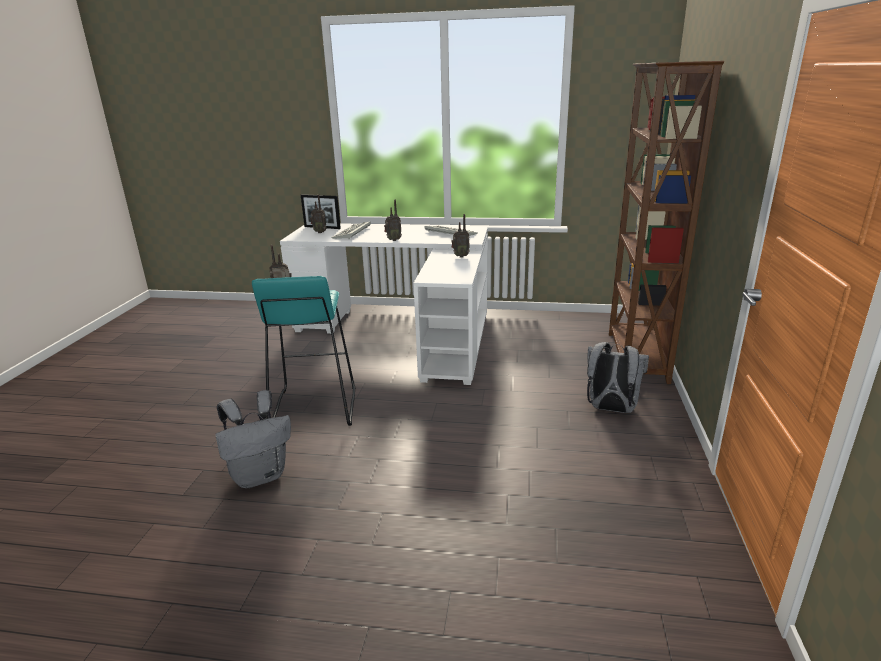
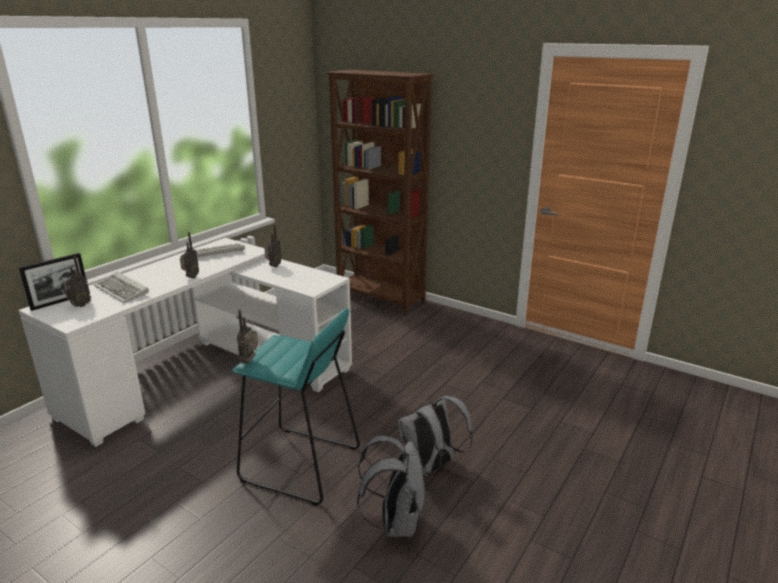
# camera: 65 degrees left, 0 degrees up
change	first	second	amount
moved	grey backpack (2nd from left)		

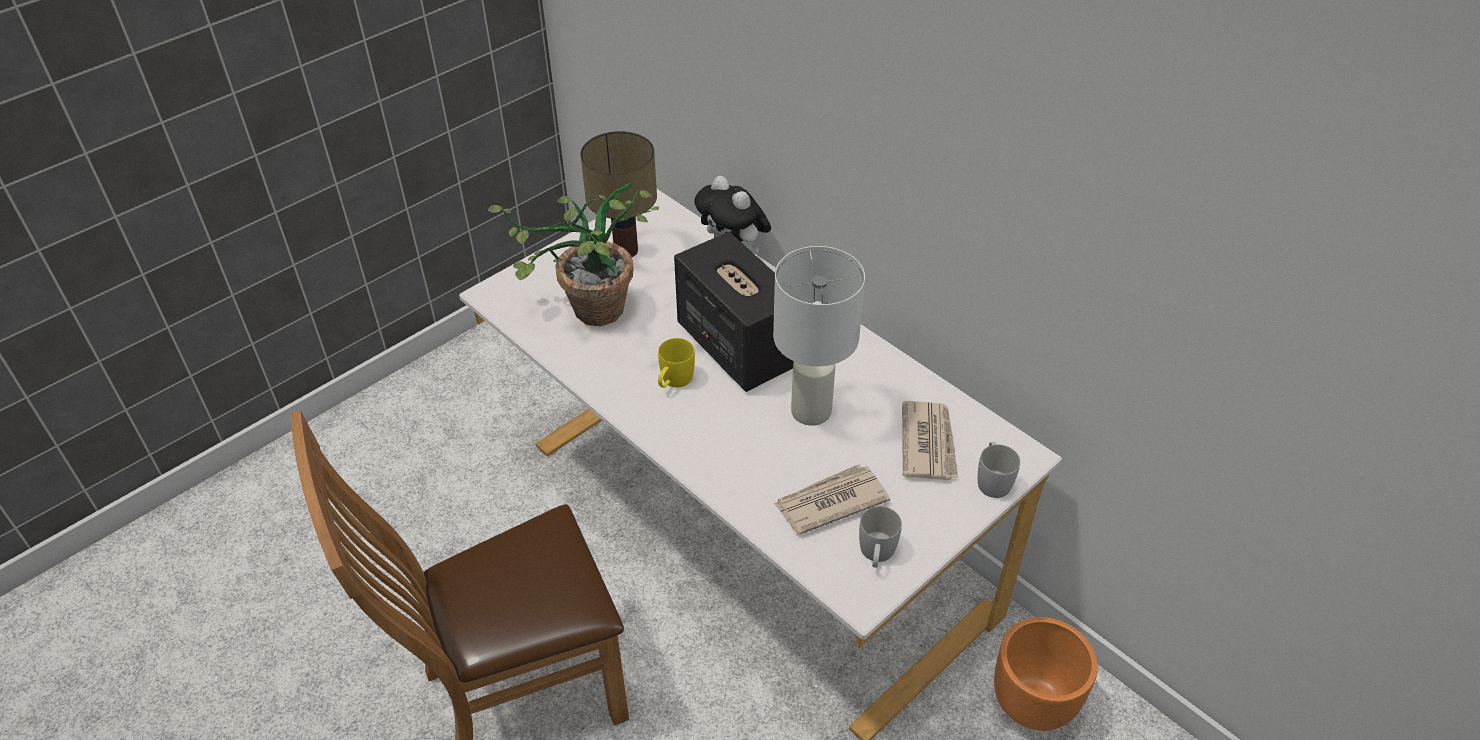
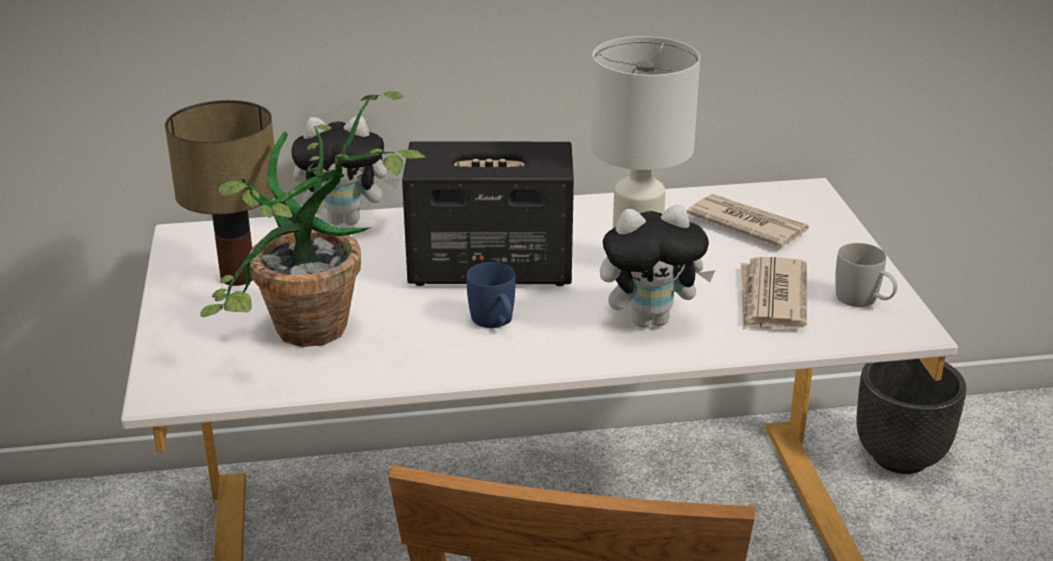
# camera: 55 degrees left, 15 degrees down
change	first	second	amount
recoloured	yellow mug	blue mug	
added		plush toy (2nd from left)	
recoloured	orange planter	black planter	
removed	white mug (2nd from left)		

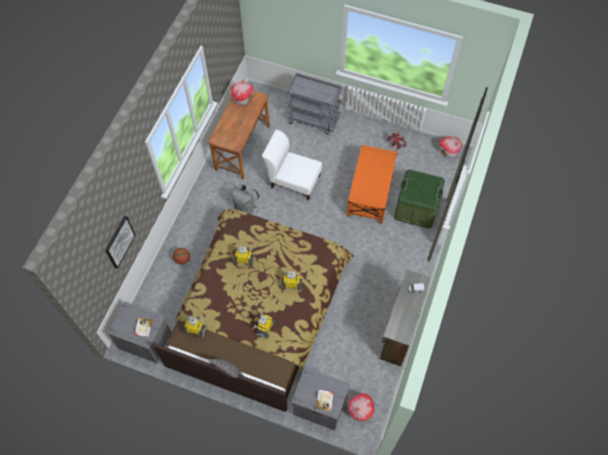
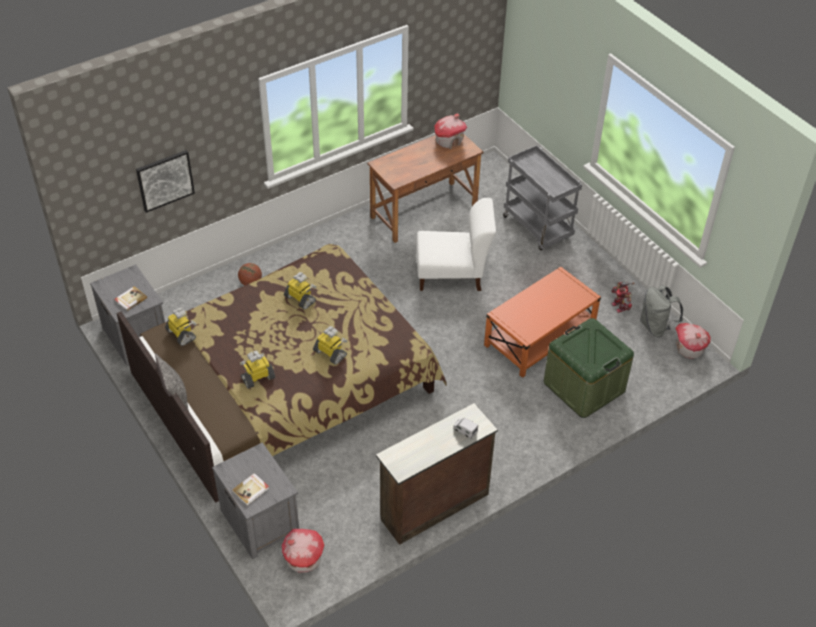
# camera: 35 degrees right, 15 degrees down
change	first	second	amount
turned	white chair		120 degrees clockwise
moved	grey backpack		

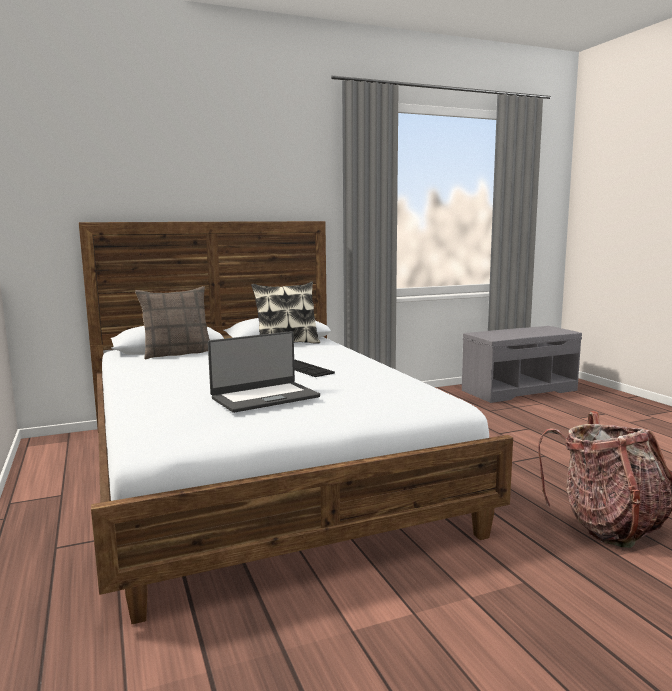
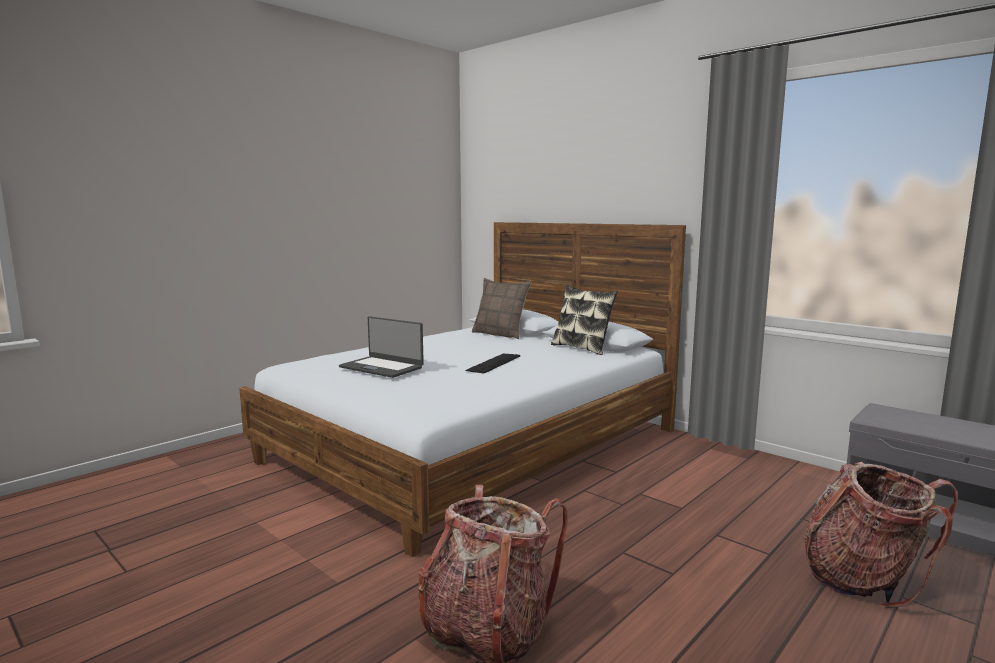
# camera: 65 degrees right, 0 degrees up
change	first	second	amount
added		backpack (2nd from left)	

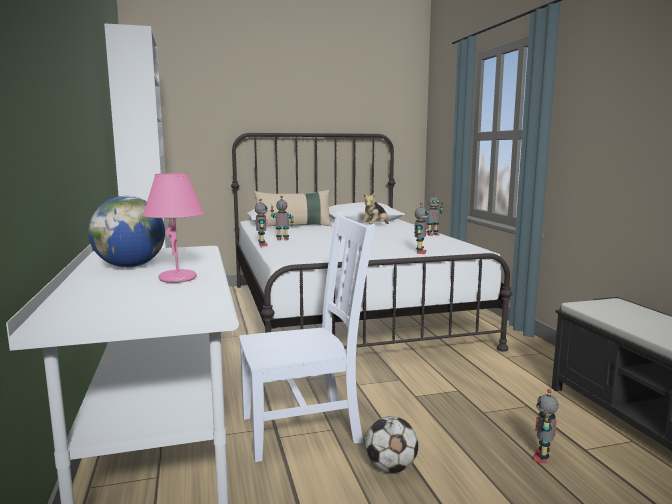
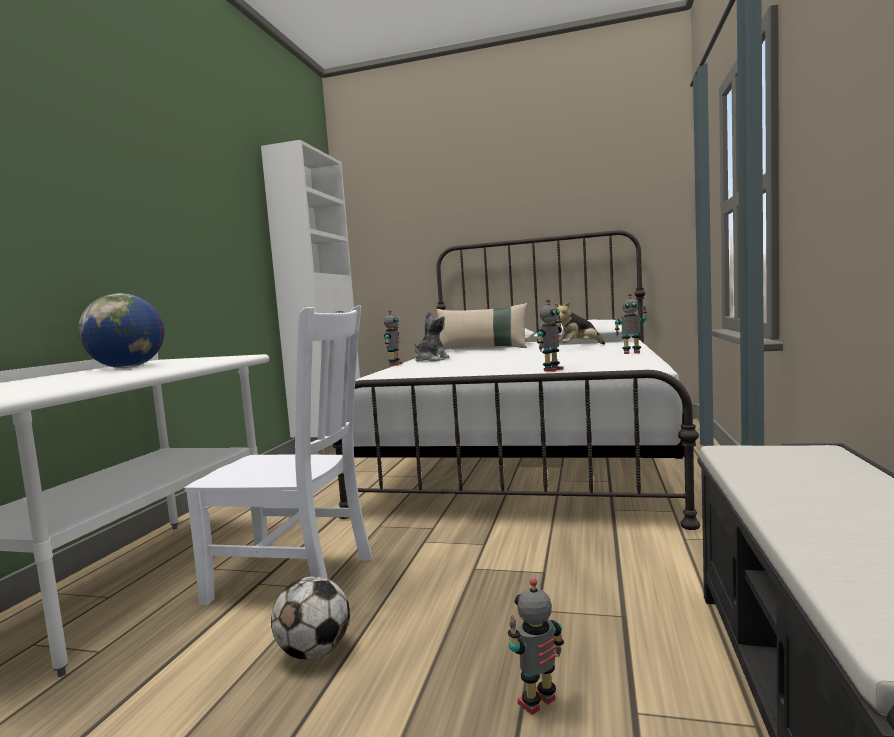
# camera: 30 degrees right, 5 degrees down
change	first	second	amount
replaced	toy robot (2nd from left)	plush toy (1st from left)	
removed	pink table lamp		

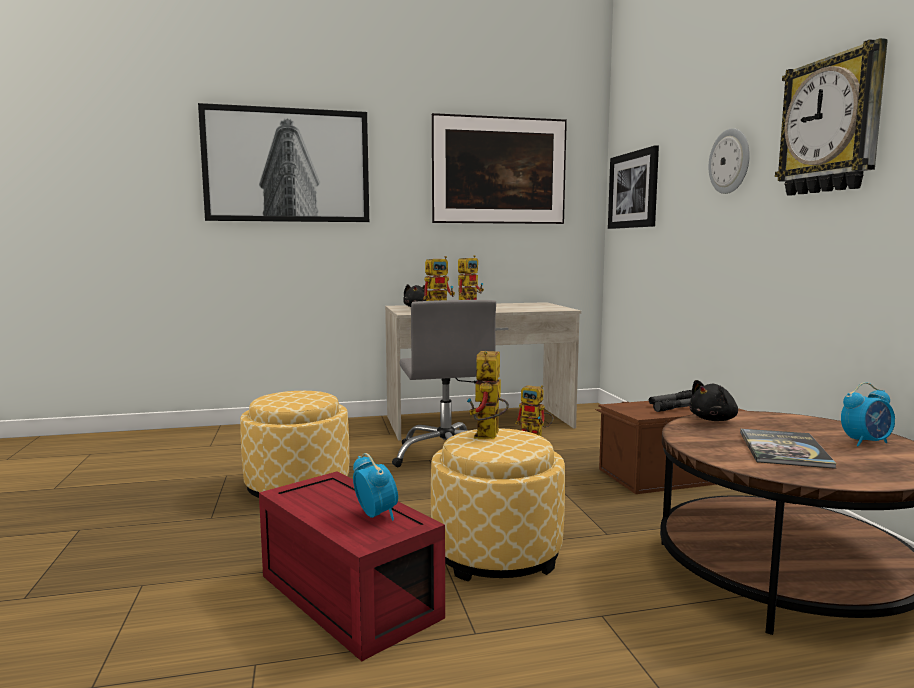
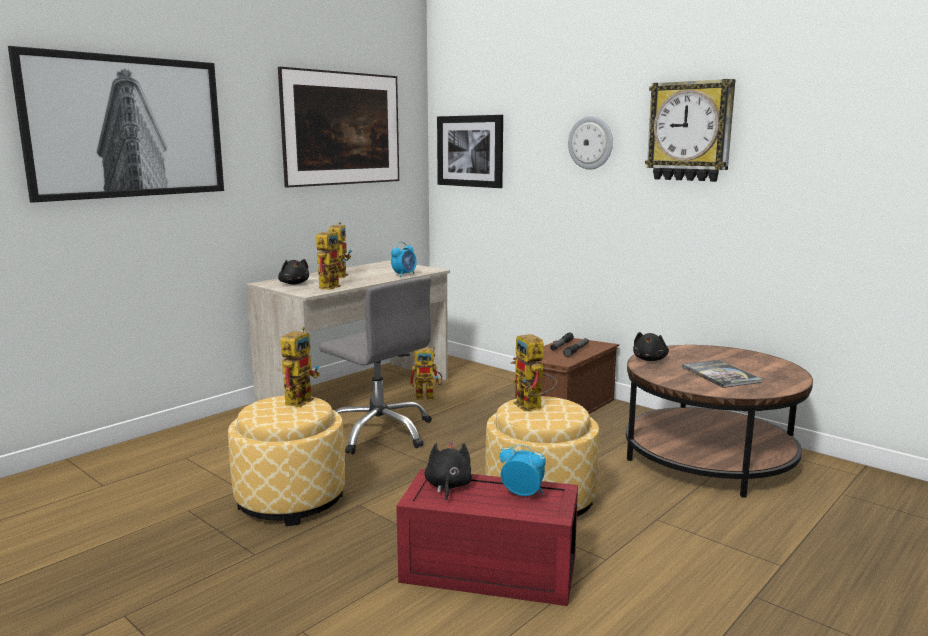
# camera: 35 degrees left, 5 degrees up
change	first	second	amount
added		toy robot (1st from left)	
moved	alarm clock (2nd from left in the first image)	alarm clock (1st from left)	
added		black plush toy (2nd from left)	

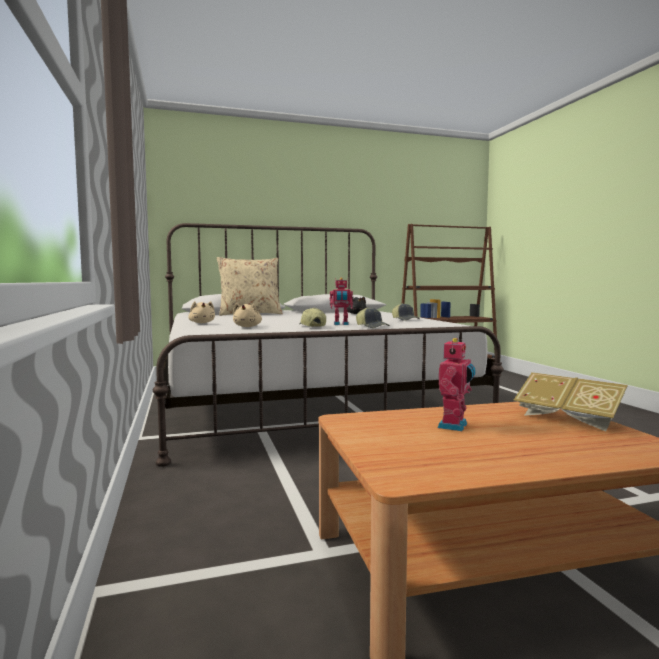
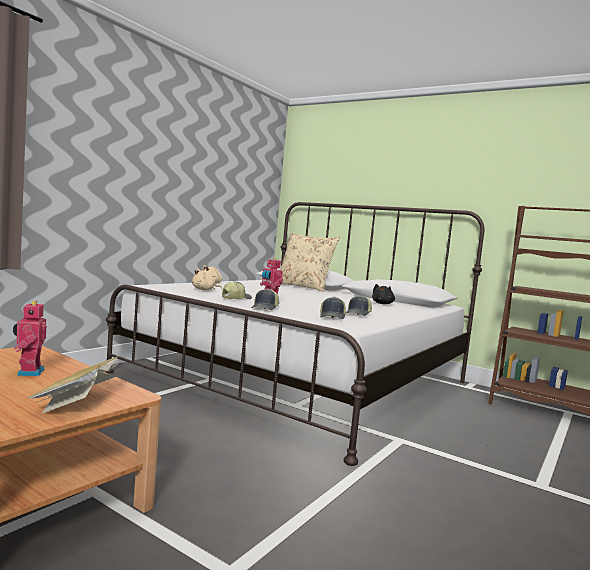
# camera: 50 degrees right, 0 degrees up
change	first	second	amount
turned	toy robot (2nd from left in the first image)	toy robot (1st from left)	90 degrees clockwise
added		cap (3rd from left)	

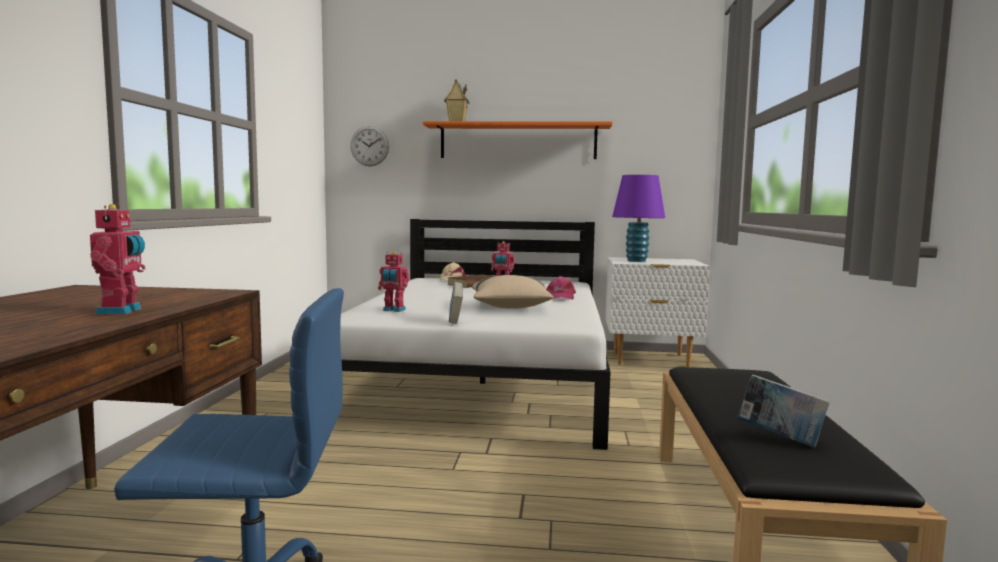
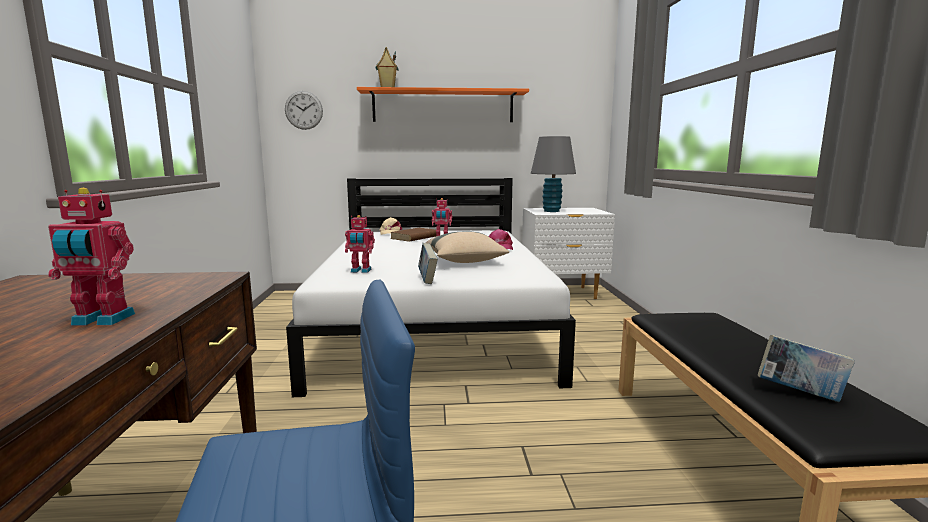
# camera: 10 degrees left, 5 degrees up
change	first	second	amount
turned	toy robot (1st from left)		105 degrees clockwise
recoloured	purple table lamp	grey table lamp	

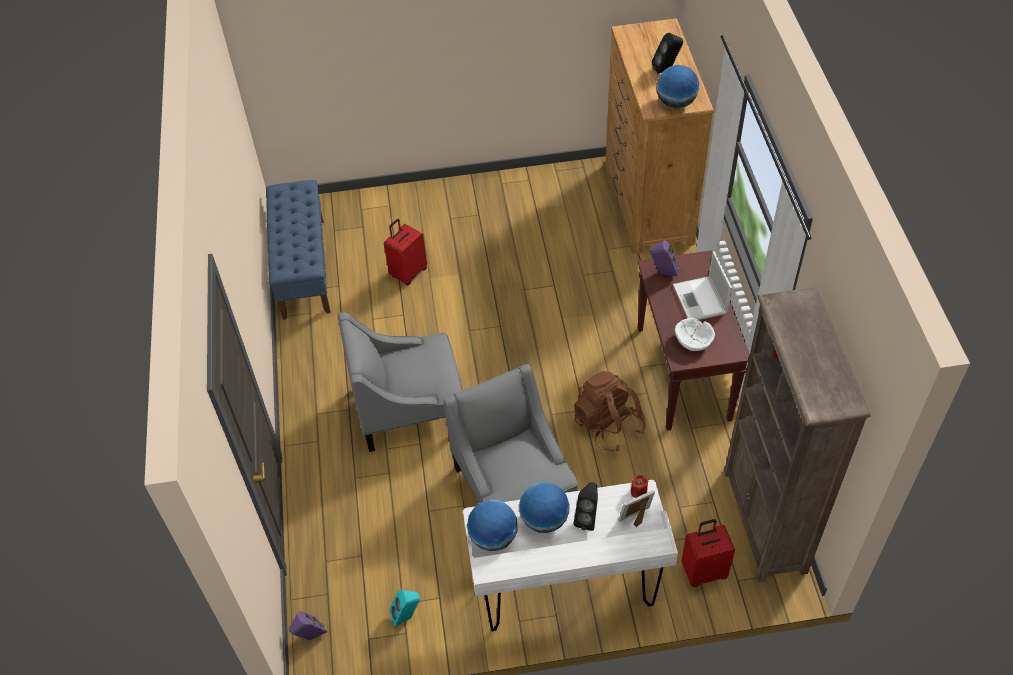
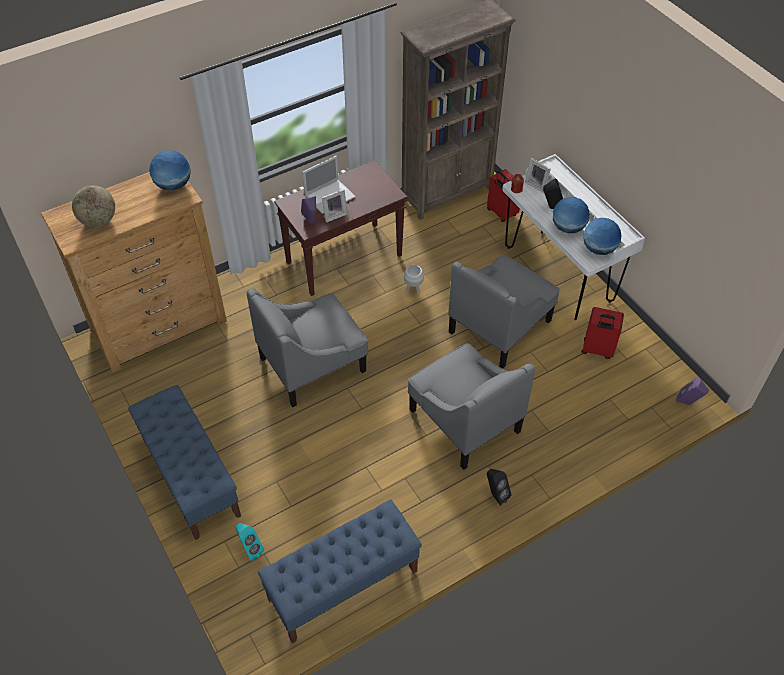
# camera: 115 degrees left, 0 degrees up
change	first	second	amount
added		globe (1st from left)	
added		blue bench (1st from left)	
moved	turquoise speaker		
added		grey armchair (1st from left)	
added		picture frame (1st from left)	
replaced	brown backpack	white planter	
moved	black speaker (2nd from left in the first image)	black speaker (1st from left)	
moved	red suitcase (1st from left in the first image)	red suitcase (2nd from left)	
removed	white bowl		

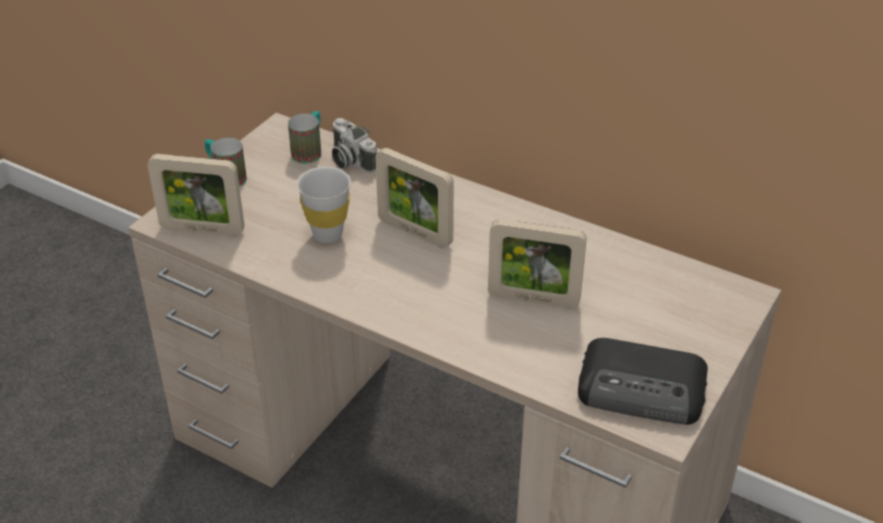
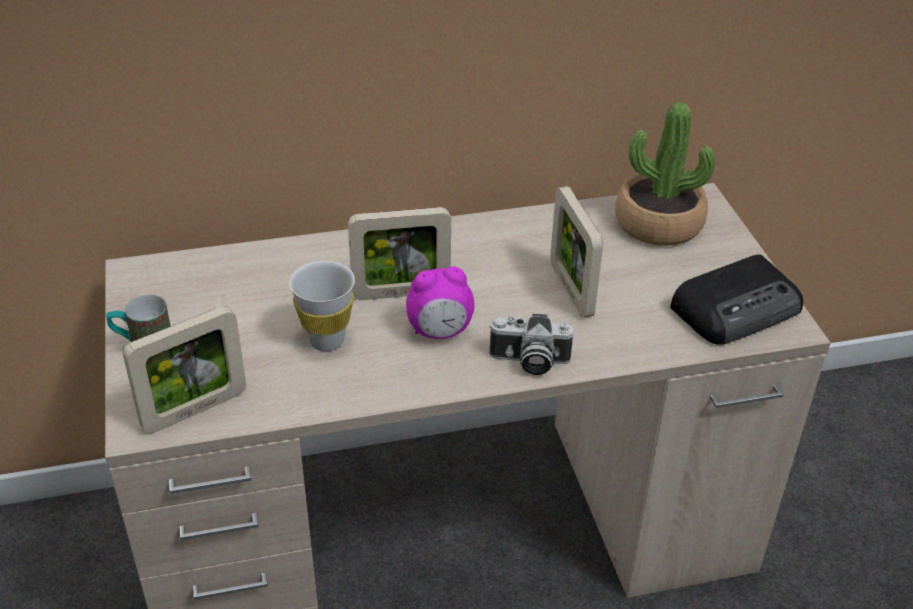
# camera: 45 degrees left, 0 degrees up
change	first	second	amount
added		alarm clock	
moved	photo camera		
turned	picture frame (3rd from left)		105 degrees clockwise
added		potted plant	
removed	mug (2nd from left)		

